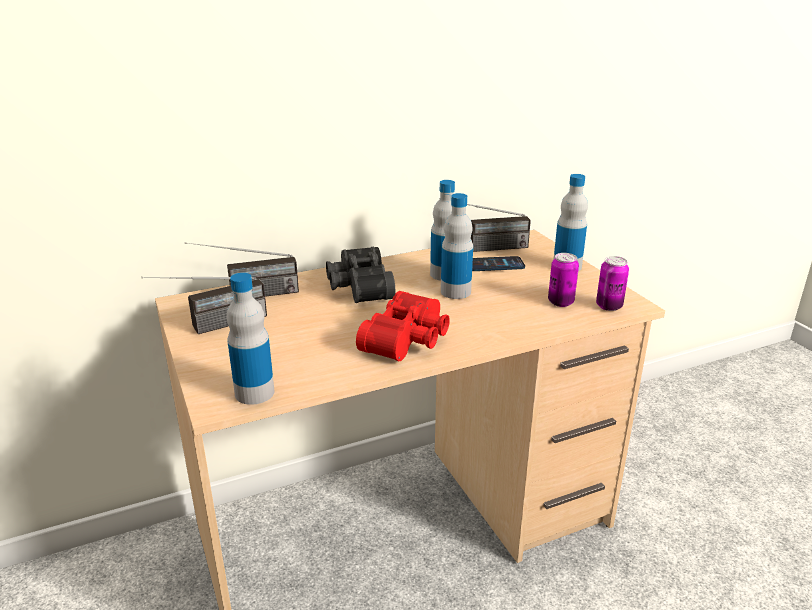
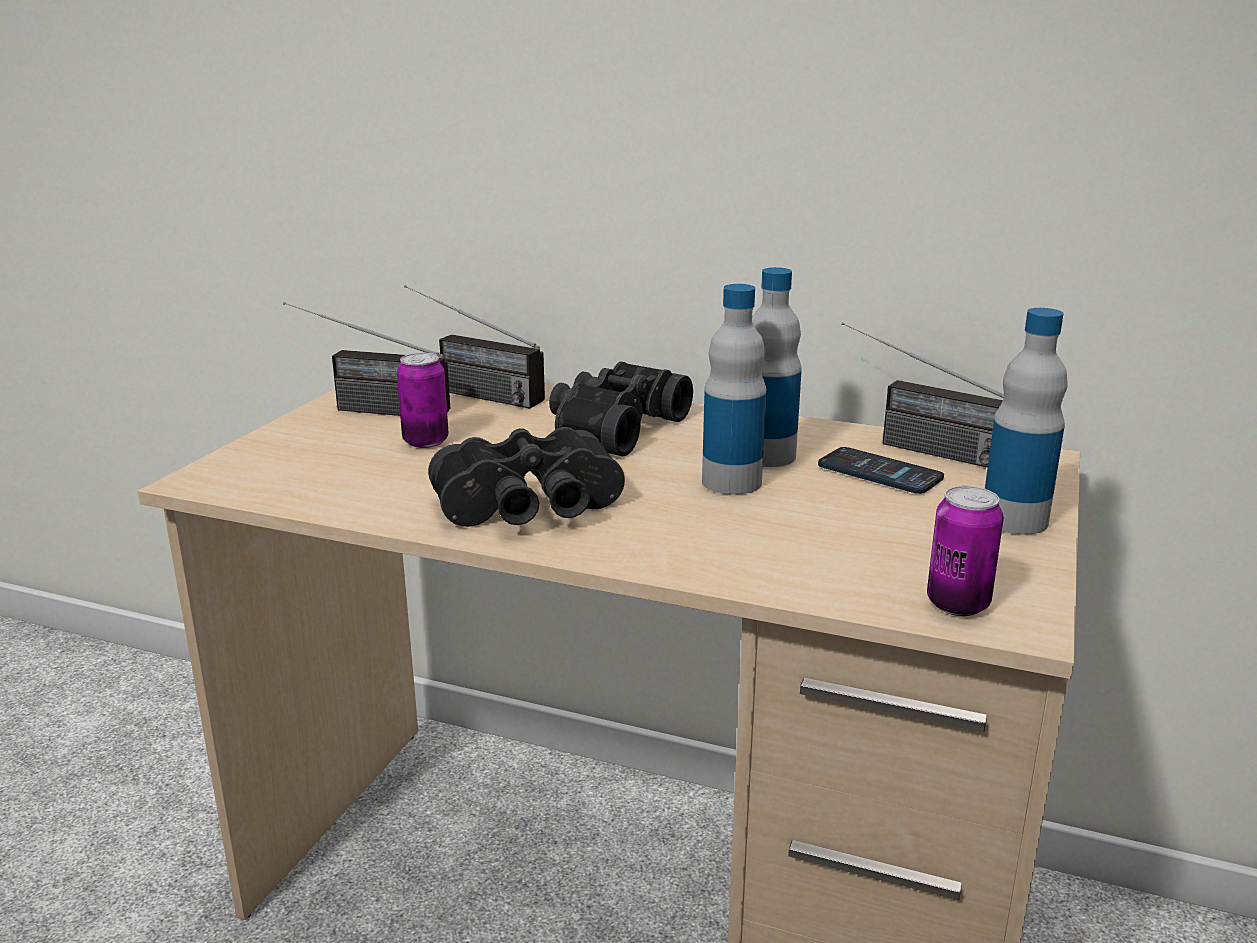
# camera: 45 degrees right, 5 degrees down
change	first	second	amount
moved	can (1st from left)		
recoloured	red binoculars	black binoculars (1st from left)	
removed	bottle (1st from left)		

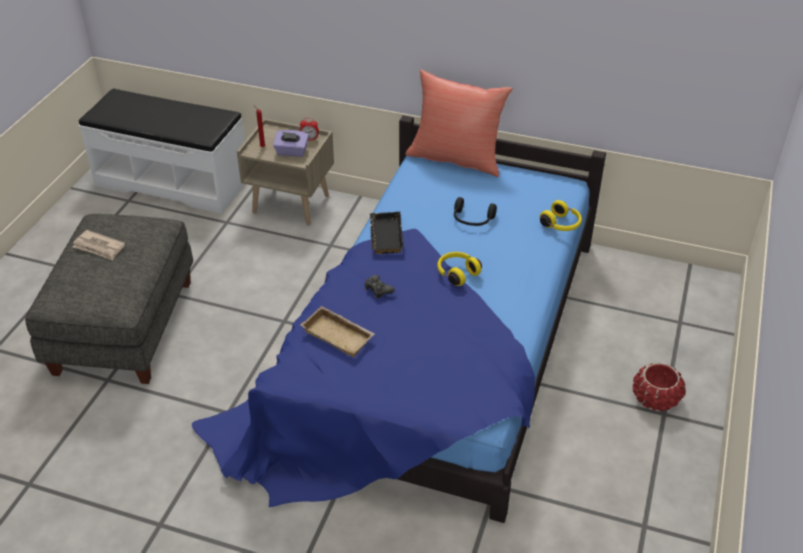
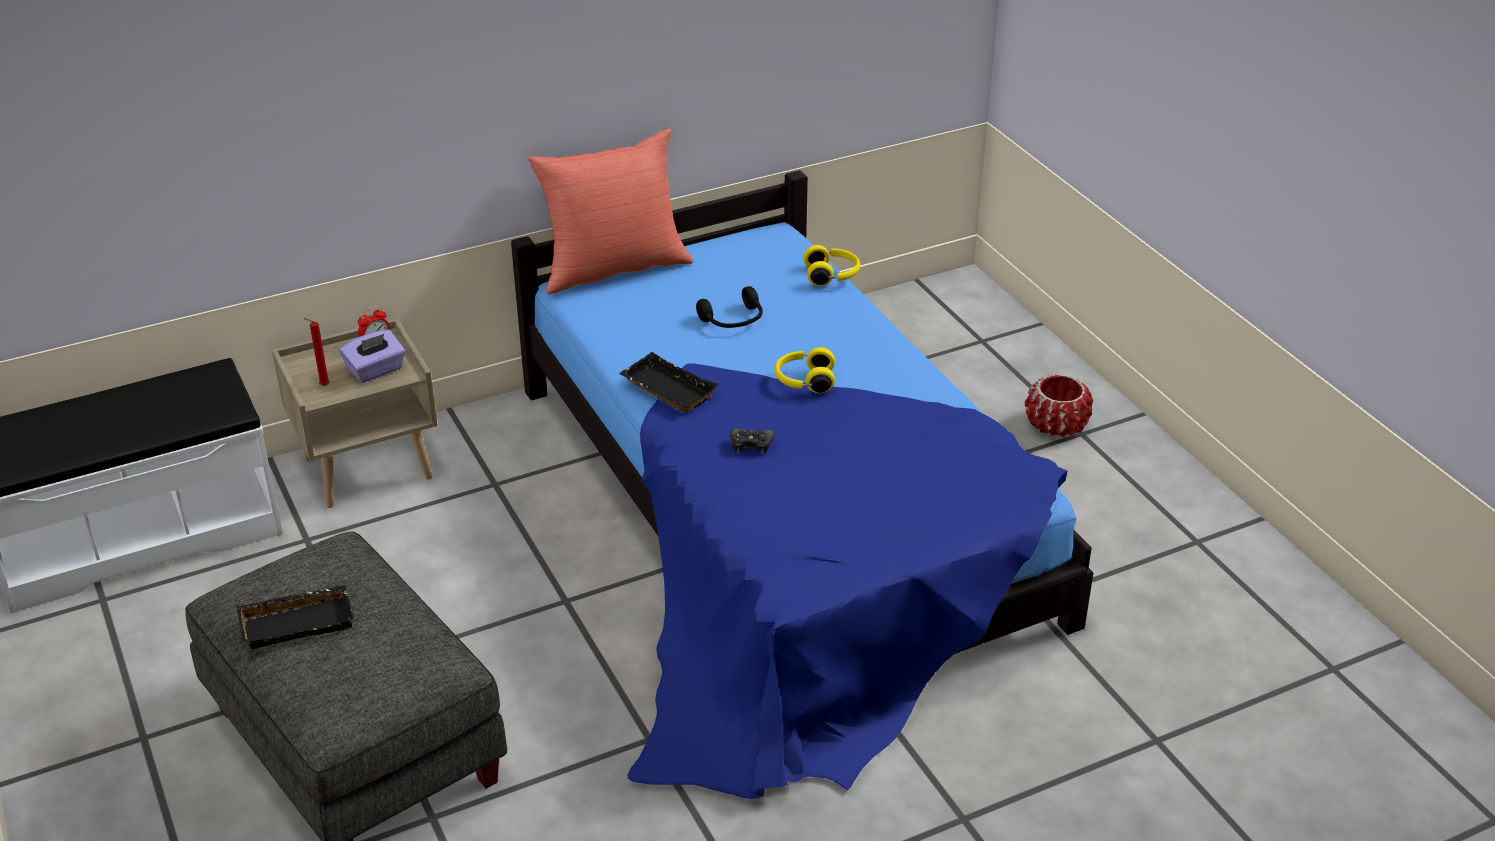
# camera: 45 degrees left, 5 degrees down
change	first	second	amount
replaced	newspaper	black tray (1st from left)	
removed	beige tray		

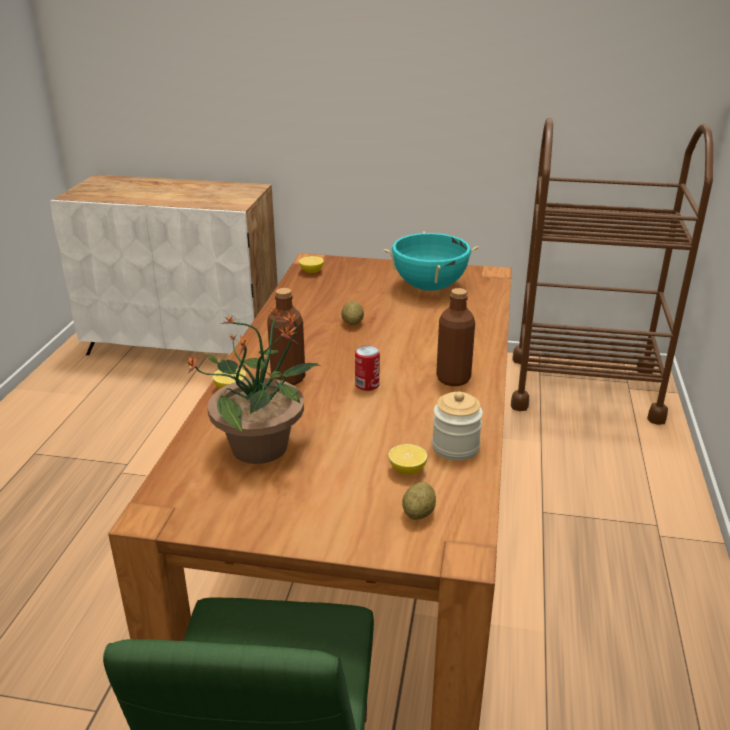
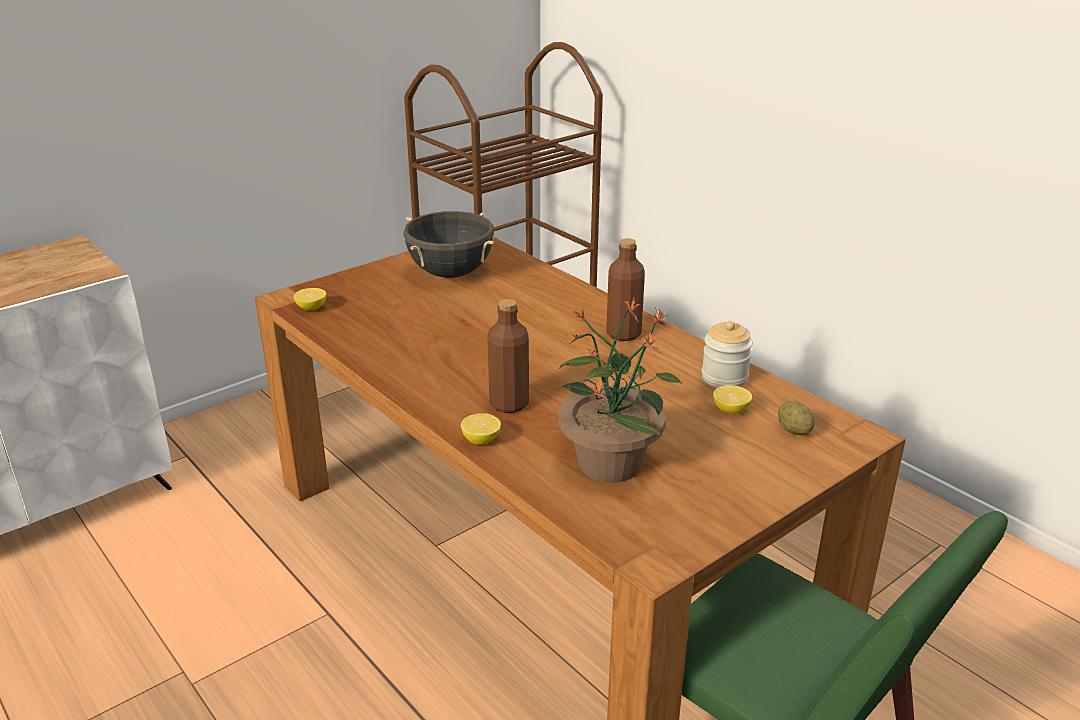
# camera: 50 degrees left, 0 degrees up
change	first	second	amount
recoloured	turquoise cooking pot	black cooking pot	
removed	potato (1st from left)		
removed	can		

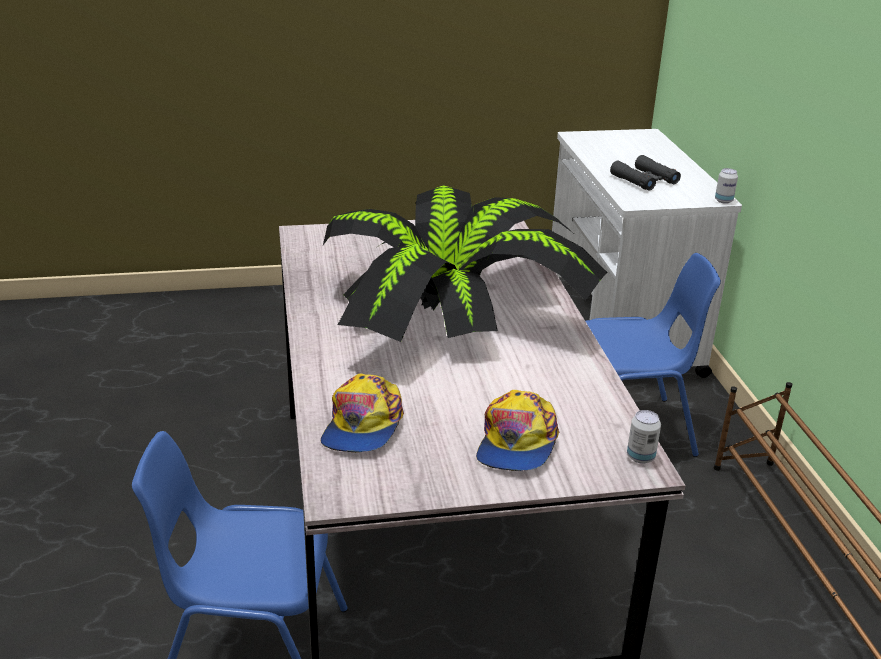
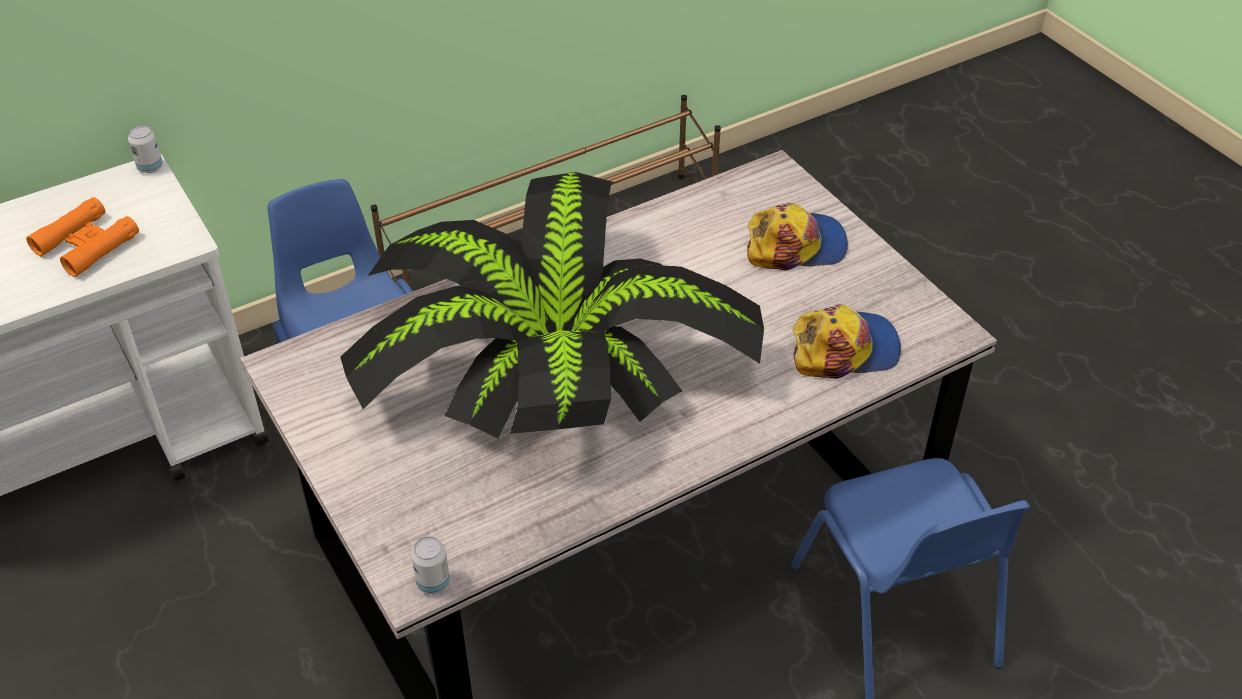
# camera: 110 degrees left, 15 degrees up
change	first	second	amount
recoloured	black binoculars	orange binoculars	
moved	can (1st from left in the first image)	can (2nd from left)	

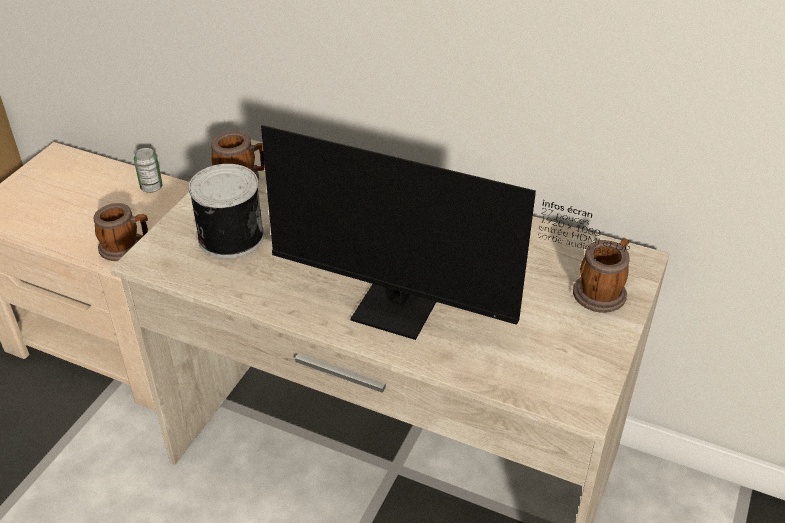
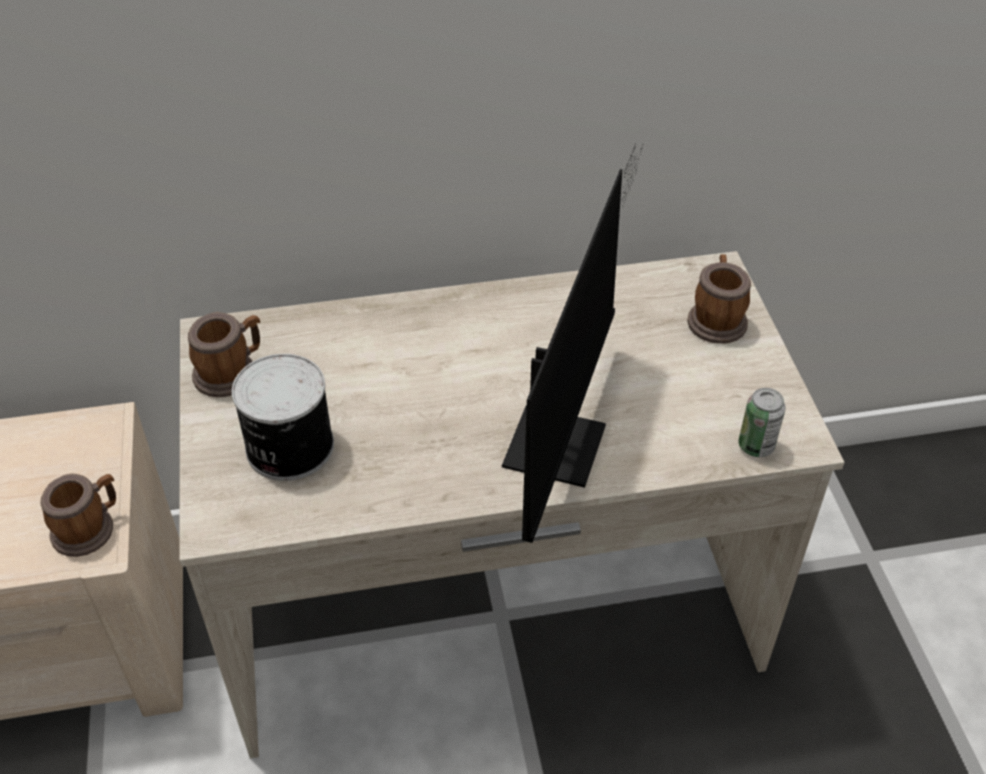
# camera: 35 degrees left, 5 degrees up
change	first	second	amount
turned	monitor		60 degrees counterclockwise
moved	can (1st from left in the first image)	can (2nd from left)	

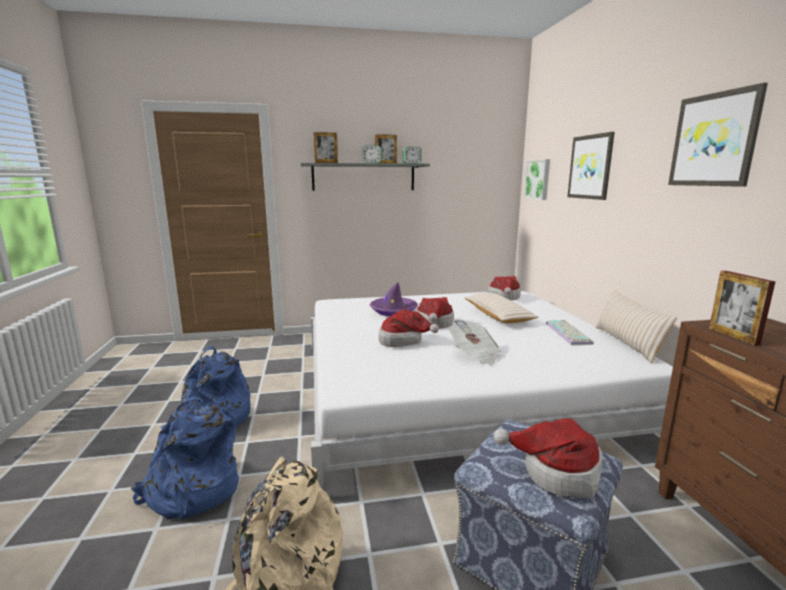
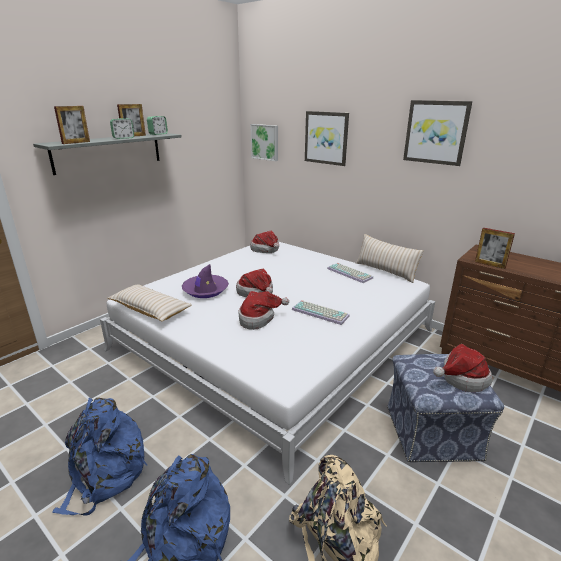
# camera: 40 degrees left, 10 degrees up
change	first	second	amount
moved	beige pillow (1st from left)		
replaced	newspaper	keyboard (1st from left)	

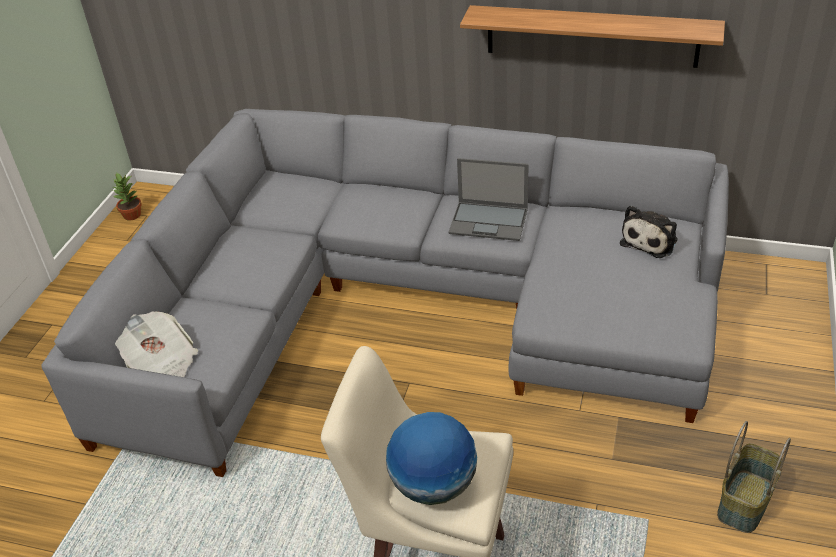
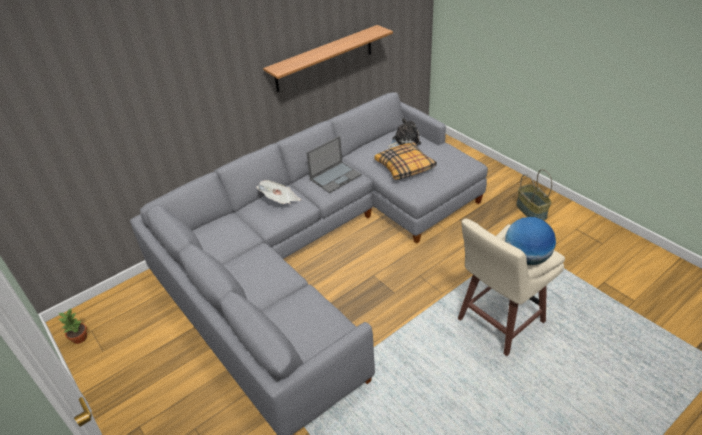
# camera: 55 degrees left, 0 degrees up
change	first	second	amount
moved	newspaper		
added		pillow	
turned	plush toy		90 degrees counterclockwise

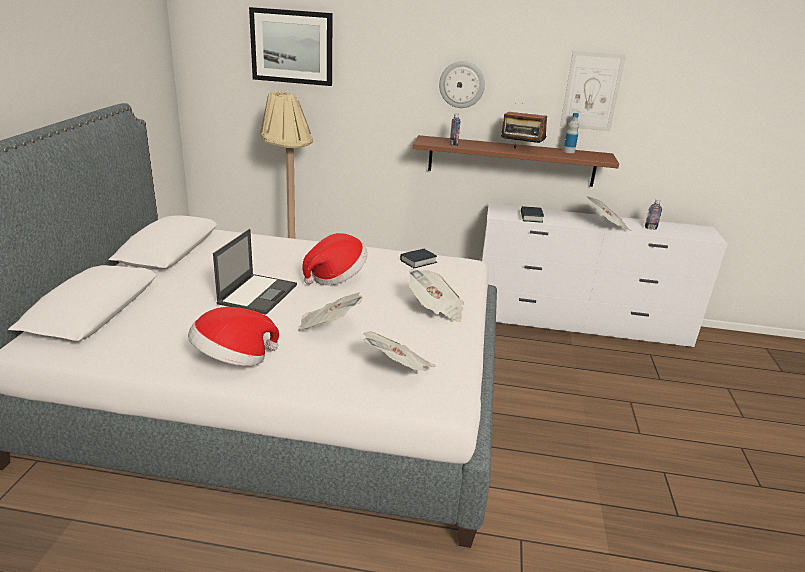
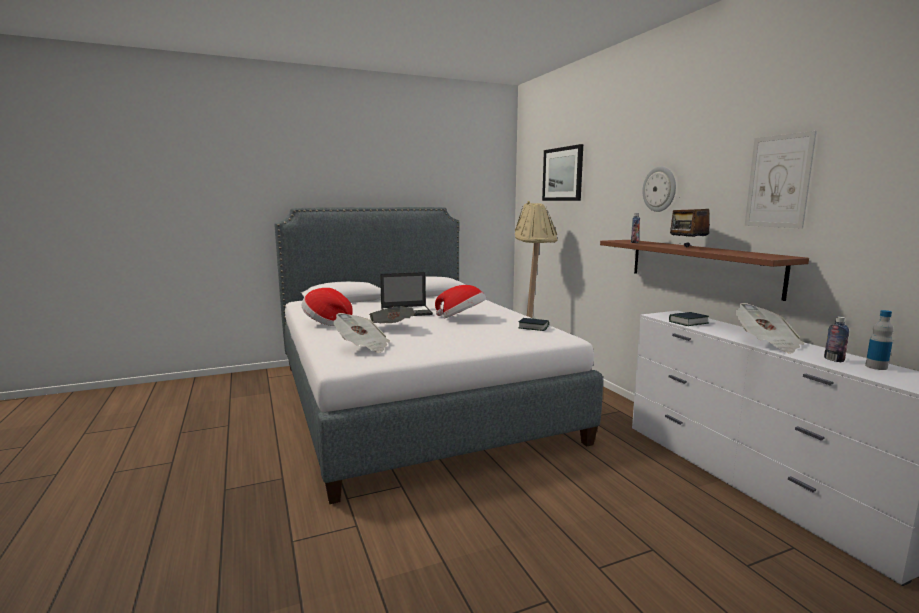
# camera: 60 degrees right, 15 degrees down
change	first	second	amount
moved	bottle (2nd from left in the first image)	bottle (3rd from left)	
removed	newspaper (3rd from left)		

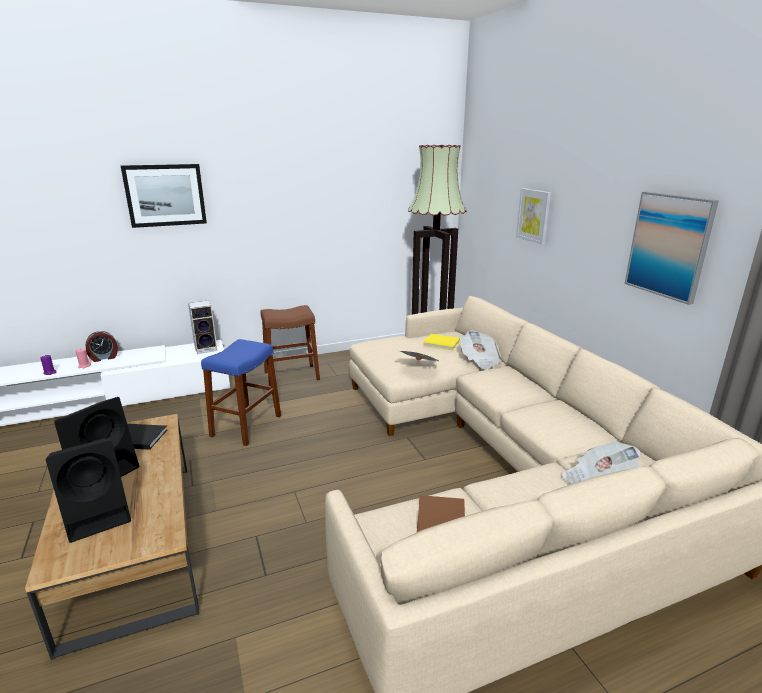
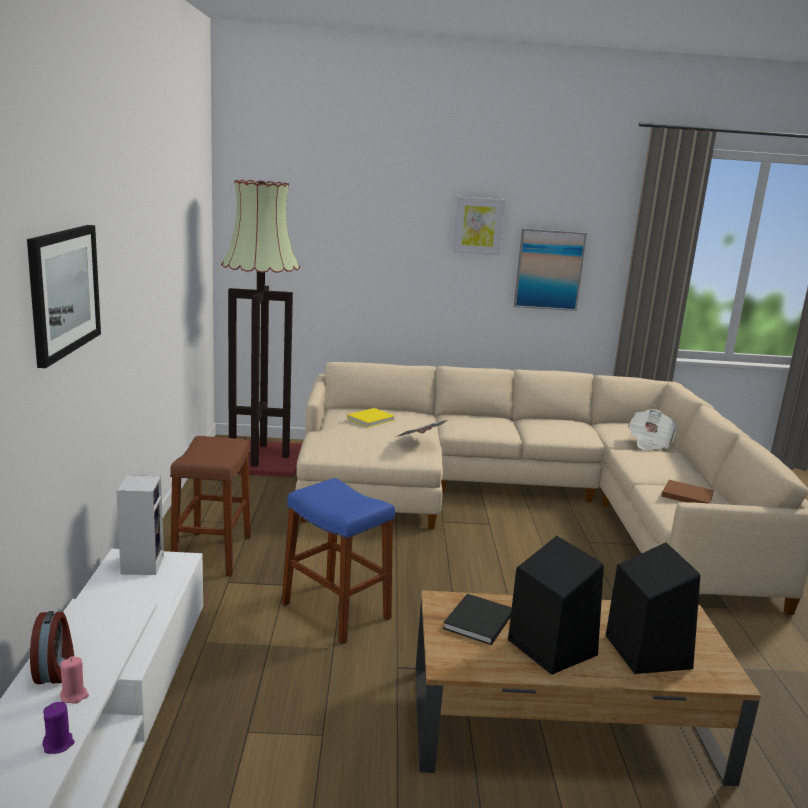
# camera: 70 degrees left, 5 degrees down
change	first	second	amount
moved	picture (2nd from left)		
removed	newspaper (2nd from left)		

